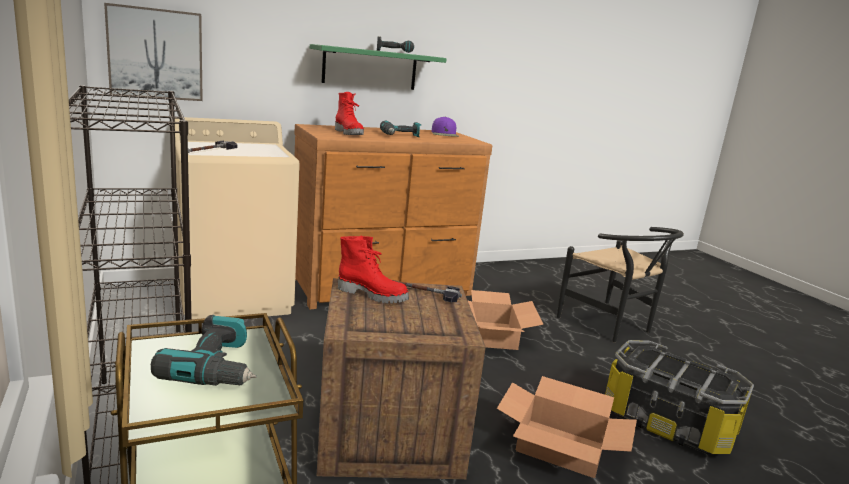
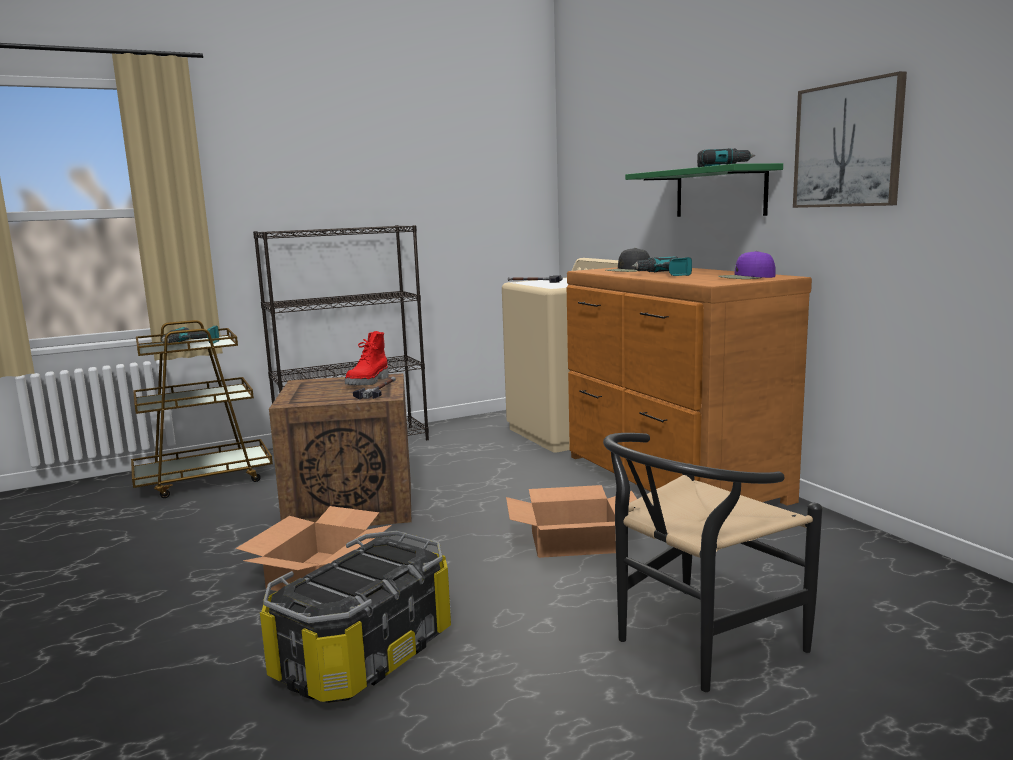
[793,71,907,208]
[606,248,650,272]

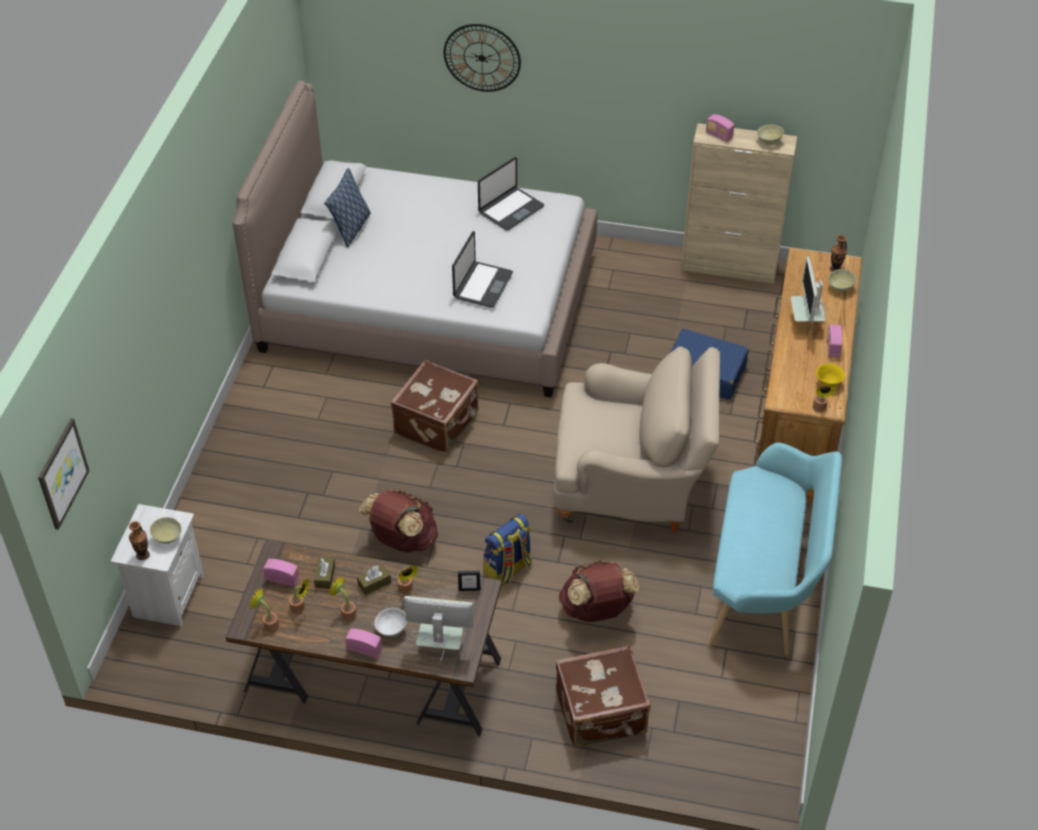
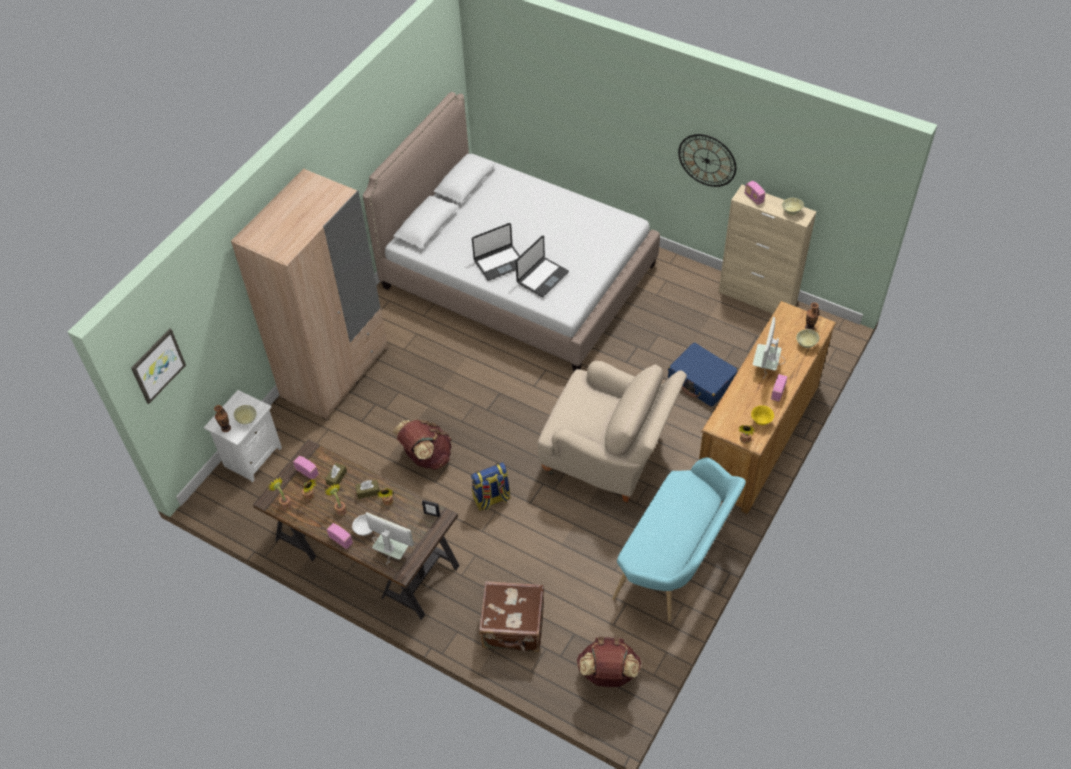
[678,134,736,187]
[472,223,520,281]
[324,168,371,247] (first image)
[391,360,479,453] (first image)
[577,637,641,687]
[231,168,388,420]

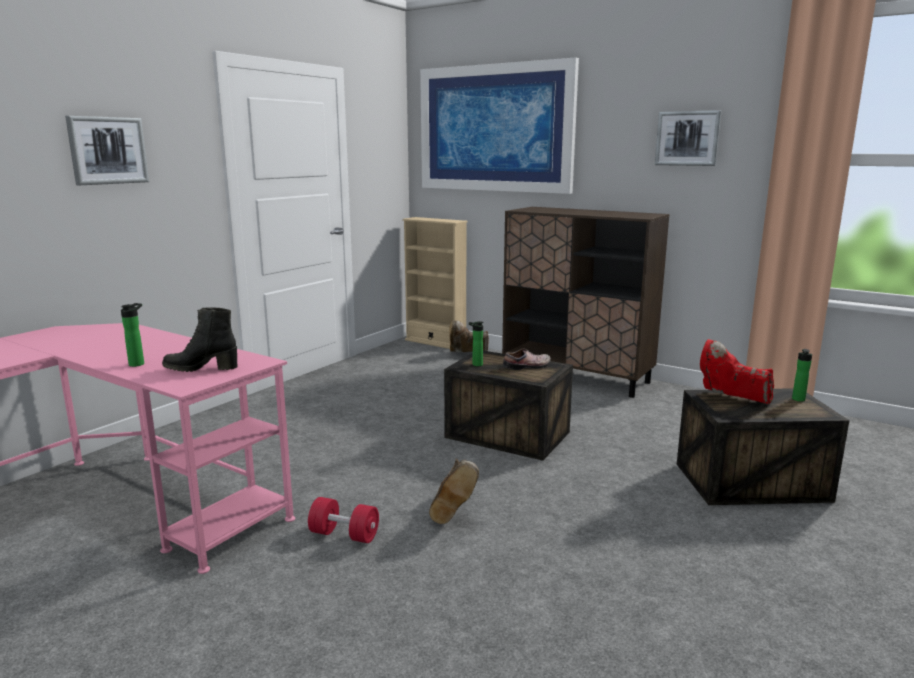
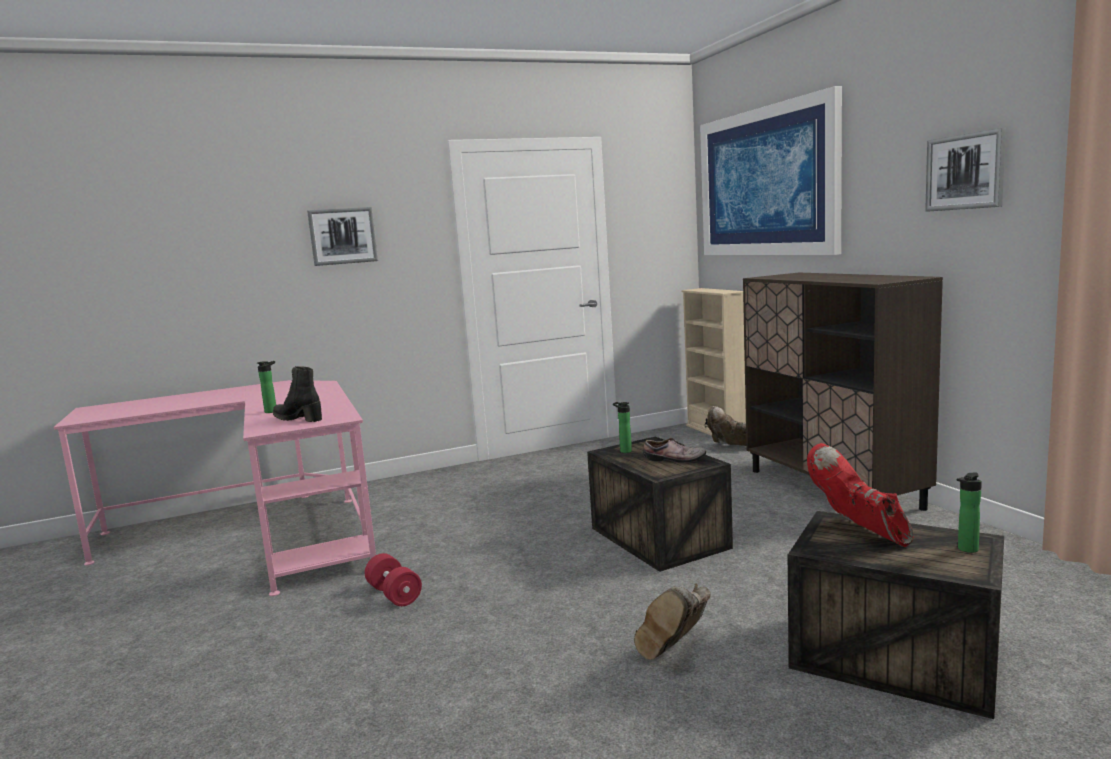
[634,583,710,660]

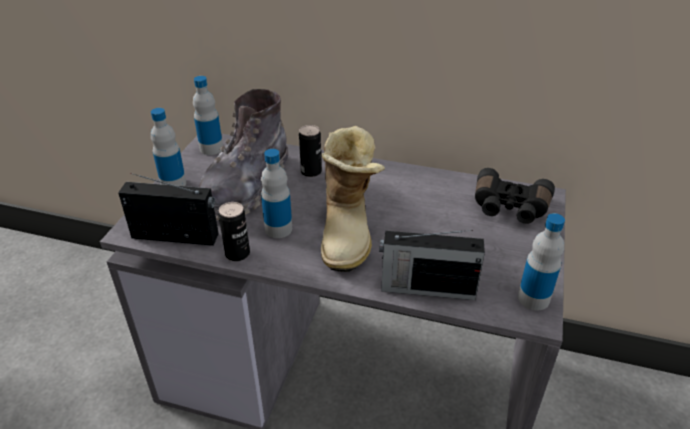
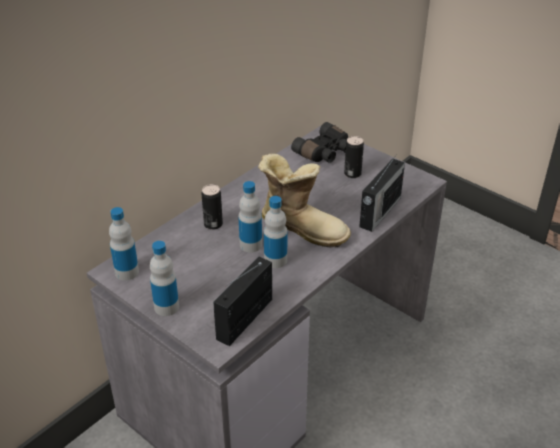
[199,89,289,220] (first image)
[344,136,364,178]
[239,181,262,253]

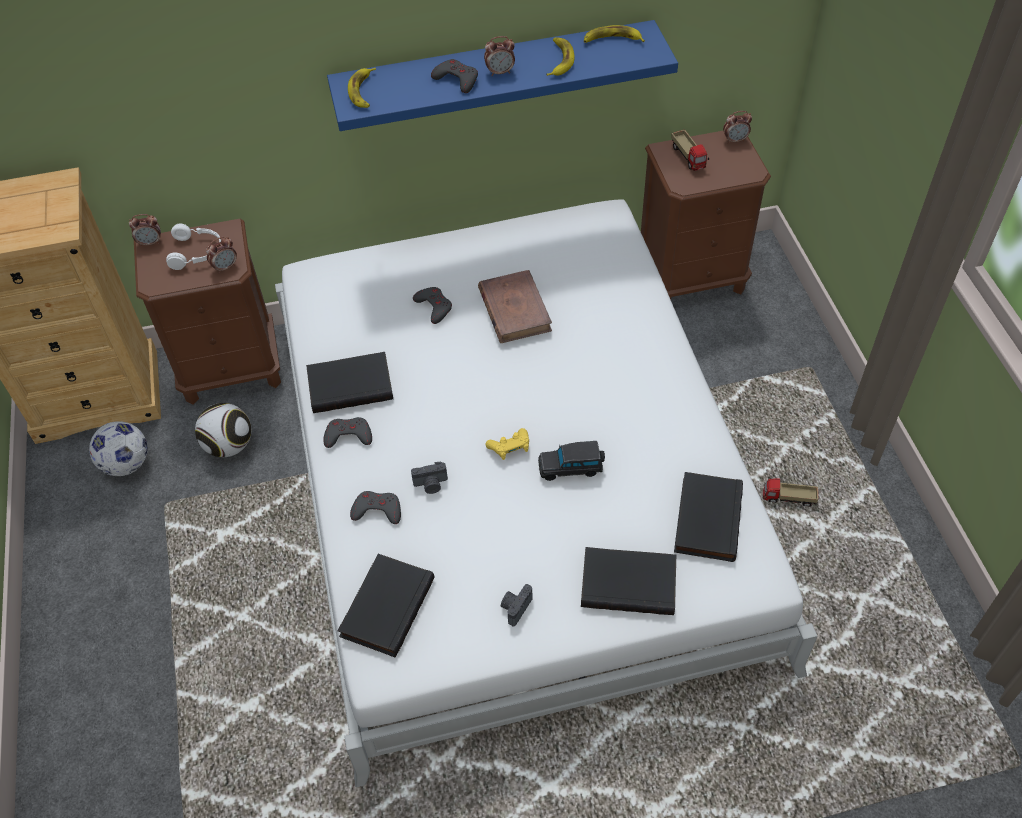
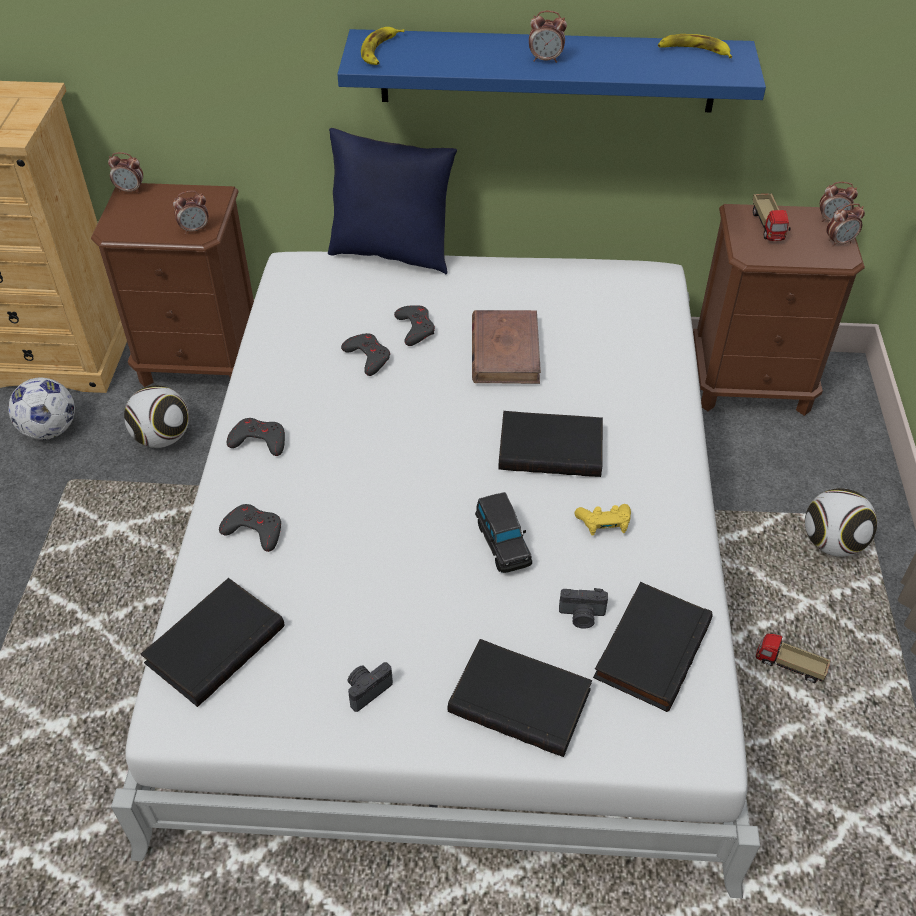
[547,38,575,76] (first image)
[341,333,390,376]
[166,224,221,270] (first image)
[498,411,603,477]
[574,504,631,536]
[475,492,532,573]
[559,588,608,629]
[328,128,457,274]
[826,203,865,247]
[805,488,877,557]

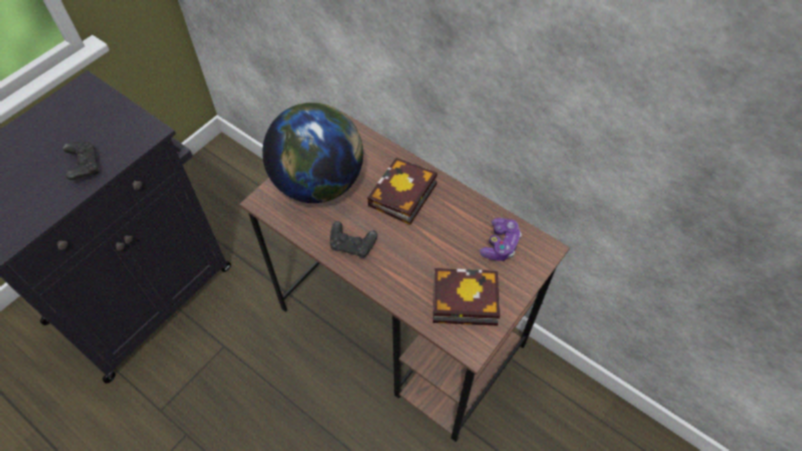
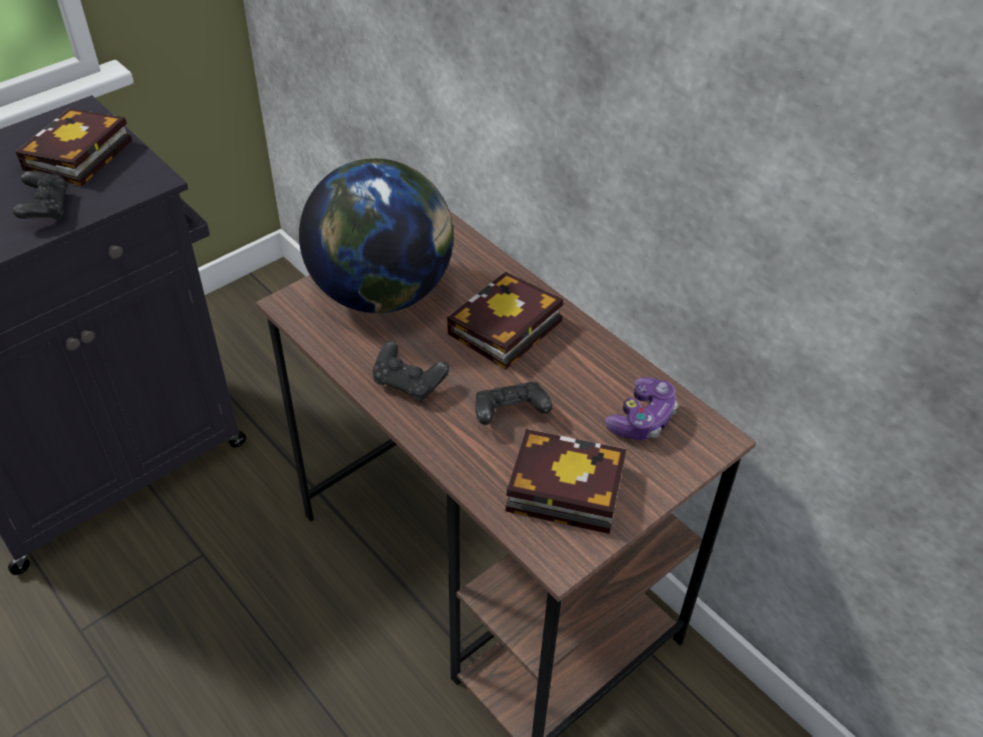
[16,108,132,186]
[475,382,553,425]

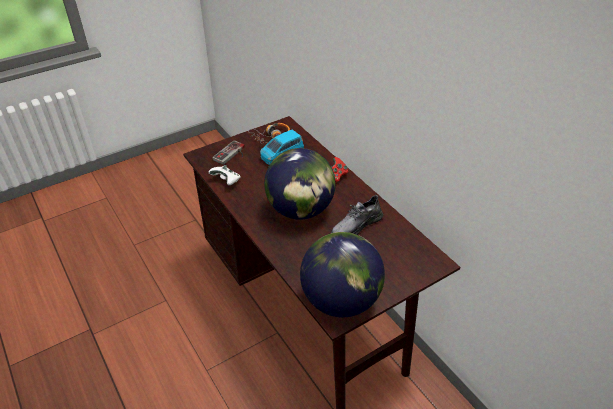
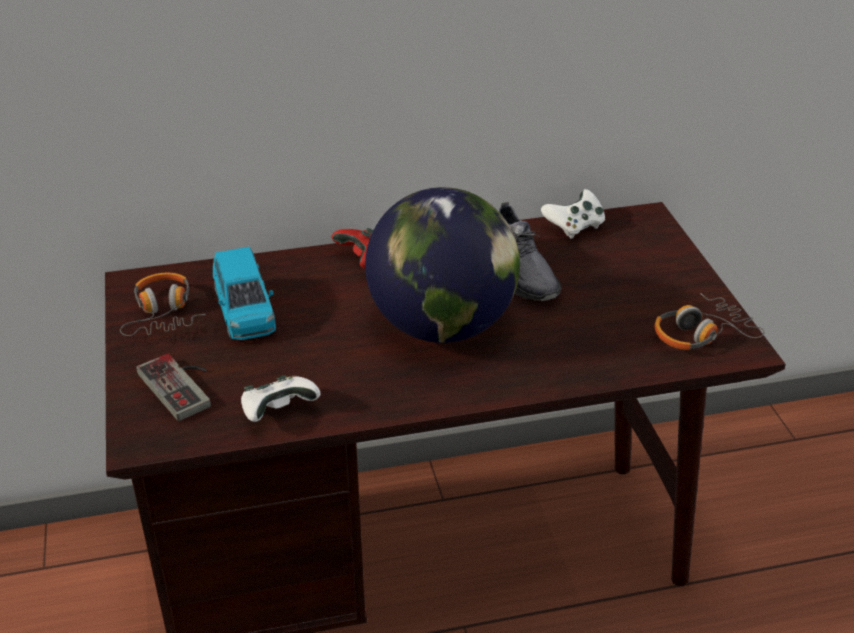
[654,293,764,350]
[541,189,605,239]

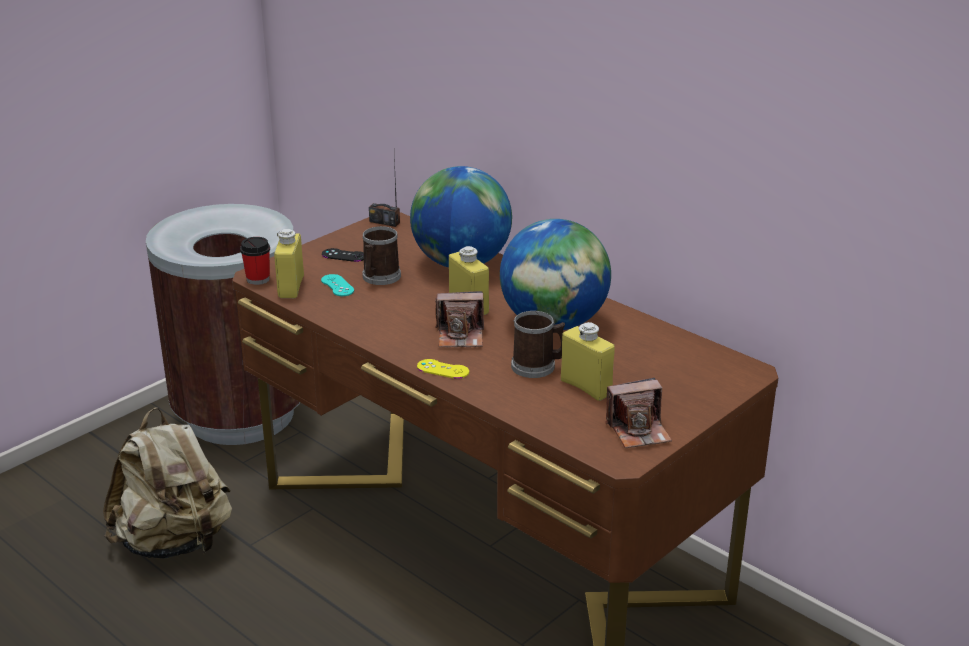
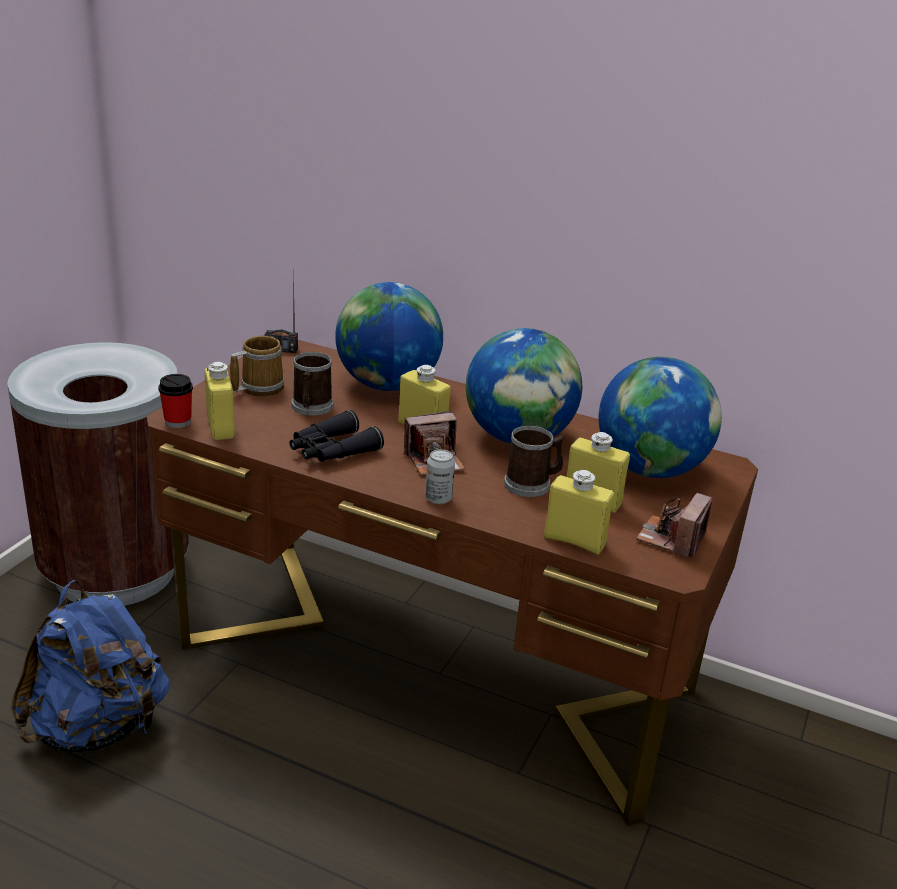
[230,336,284,397]
[321,274,354,296] (first image)
[425,449,455,504]
[636,493,713,559]
[11,580,170,752]
[599,357,722,478]
[290,410,384,462]
[544,470,614,555]

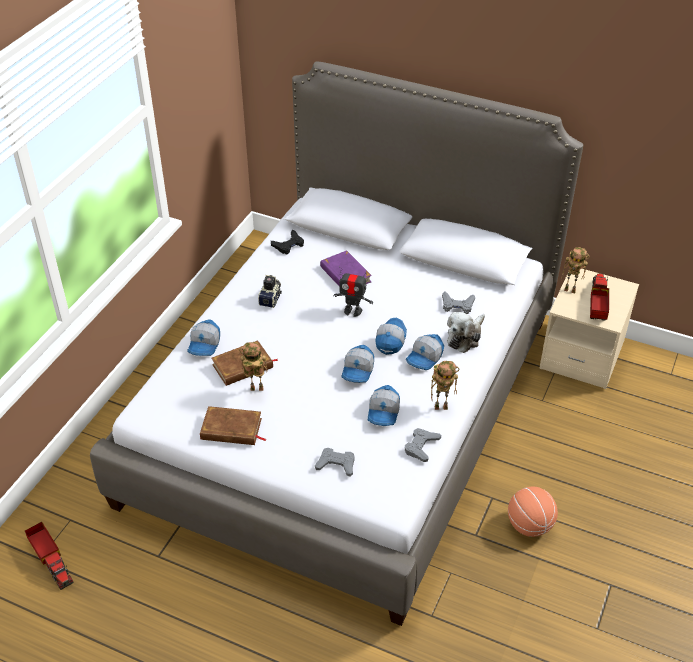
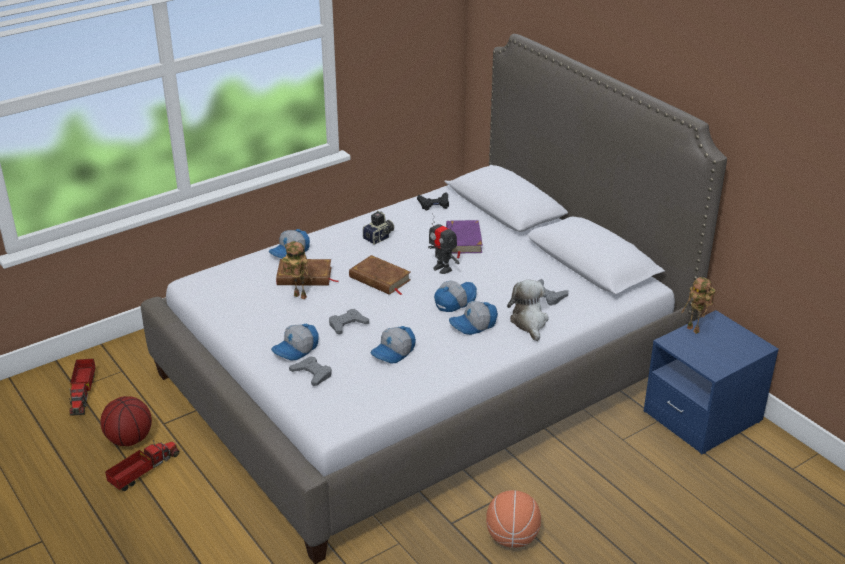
[644,310,779,454]
[105,440,180,491]
[507,280,549,341]
[271,324,319,360]
[431,361,459,410] (first image)
[349,255,411,295]
[329,309,369,335]
[100,396,152,446]

